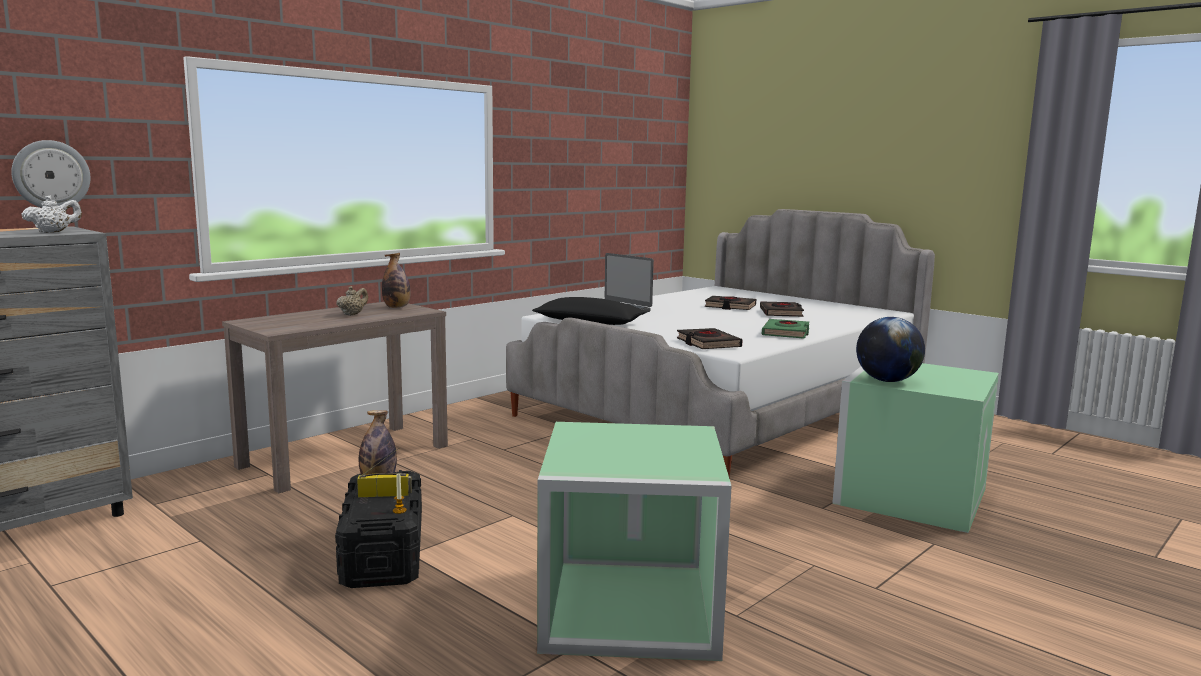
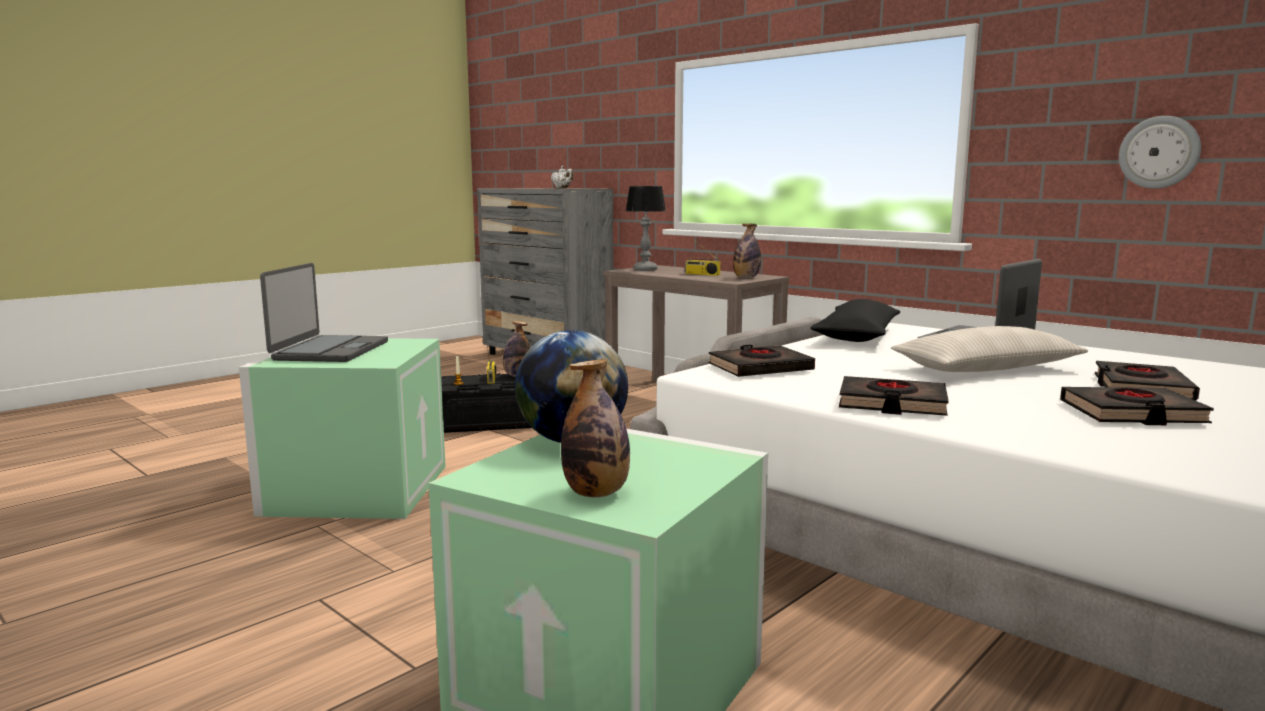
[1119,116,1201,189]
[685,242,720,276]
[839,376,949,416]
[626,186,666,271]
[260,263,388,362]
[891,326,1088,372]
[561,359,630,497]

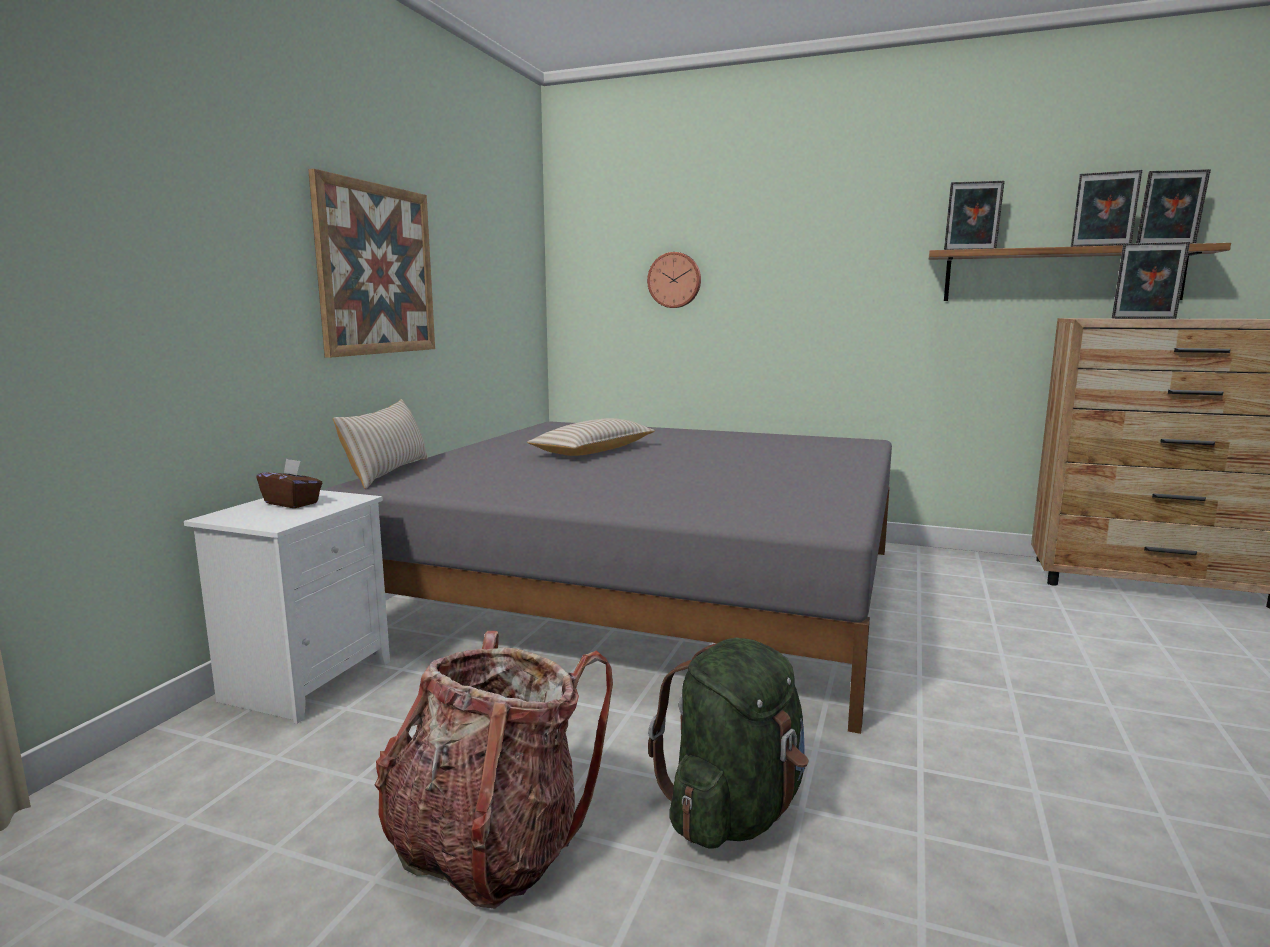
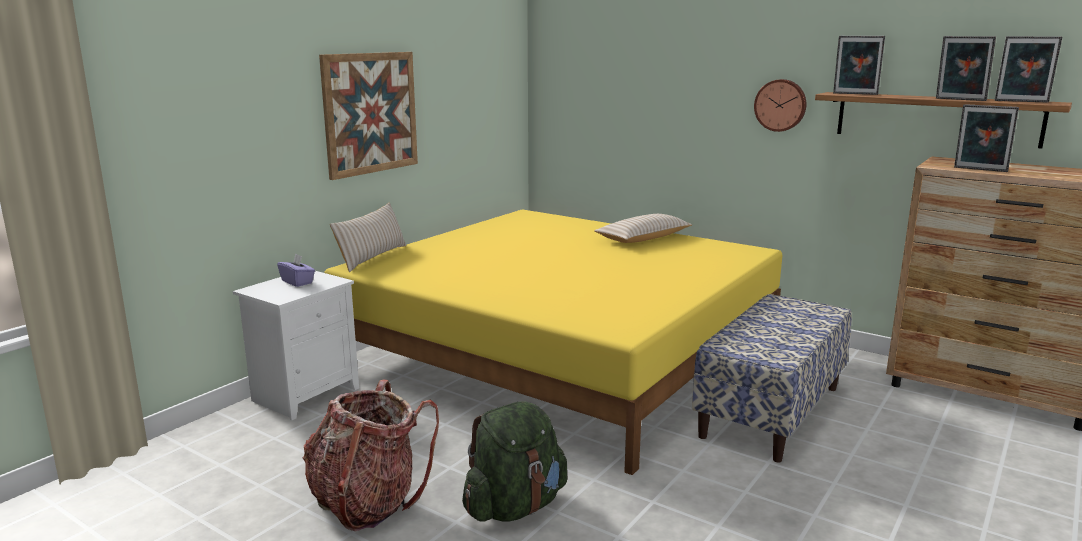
[754,79,806,132]
[594,214,692,243]
[324,209,782,475]
[277,253,315,287]
[692,294,852,462]

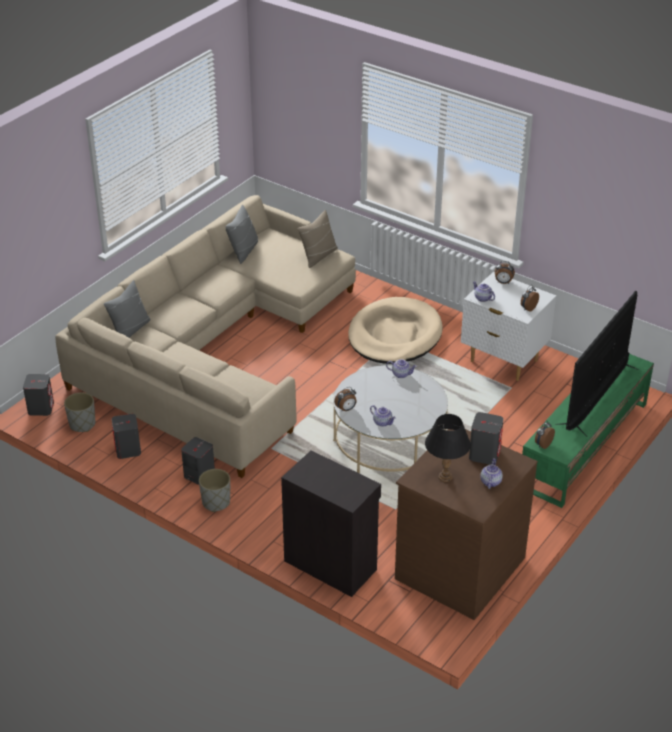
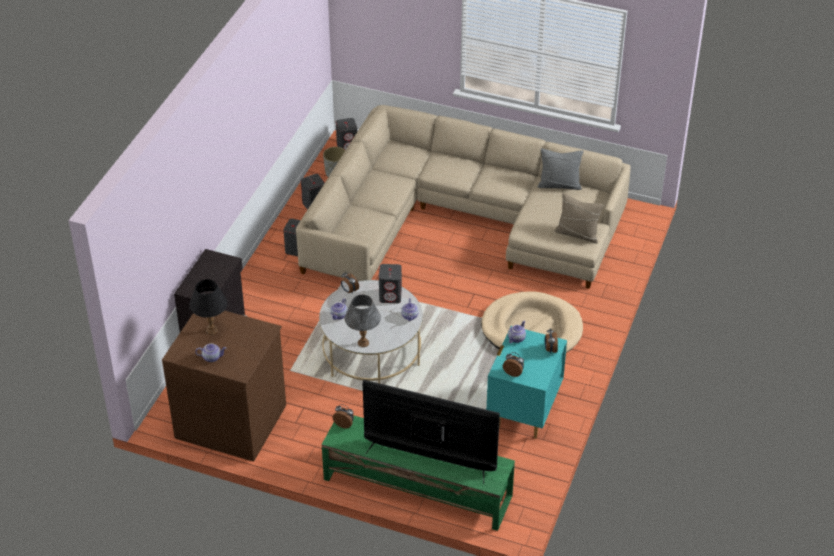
[486,326,567,438]
[104,280,151,338] (first image)
[379,264,402,303]
[199,469,230,512] (first image)
[345,295,381,347]

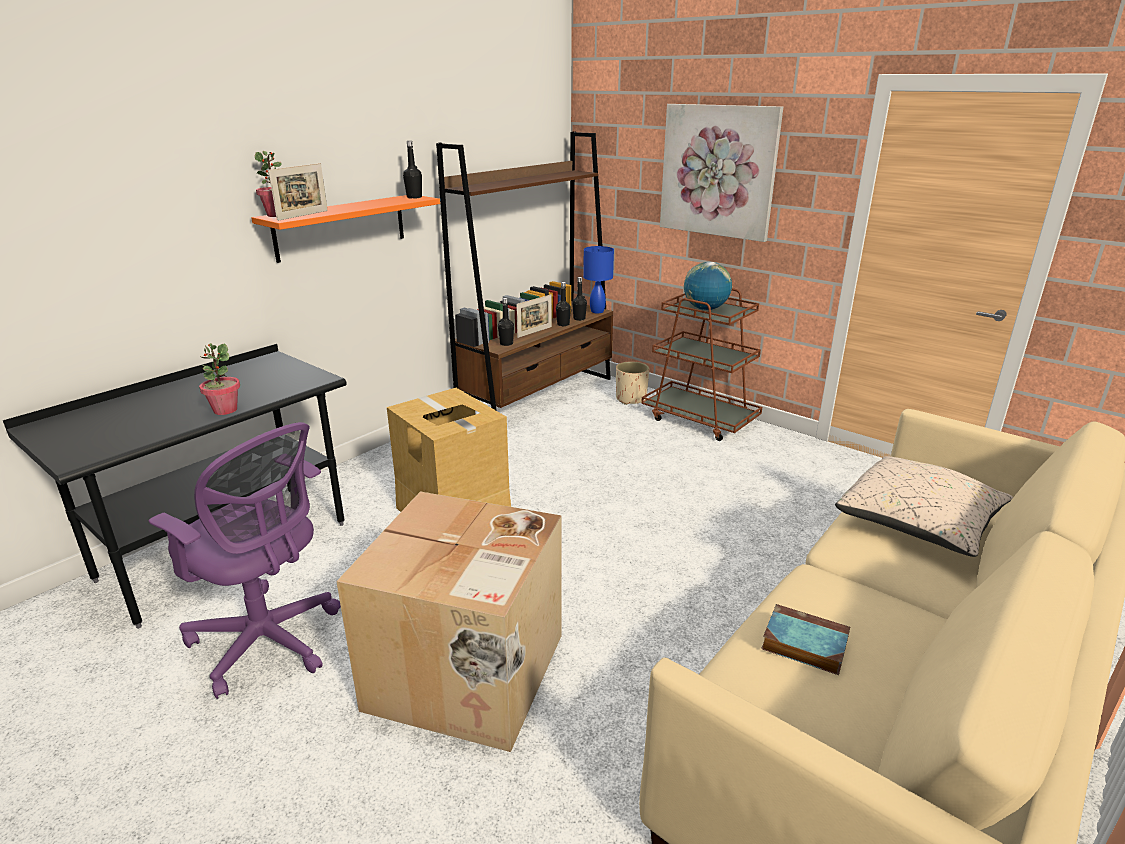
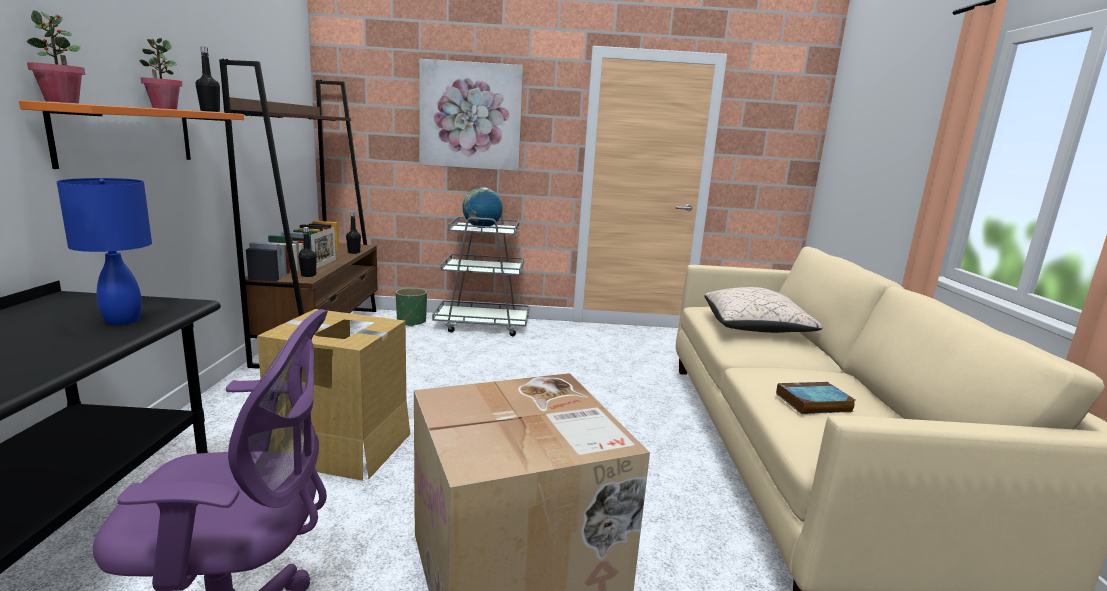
[268,163,328,221] (first image)
[57,178,152,325]
[556,282,571,326] (first image)
[432,215,529,336]
[139,38,182,109]
[396,288,427,327]

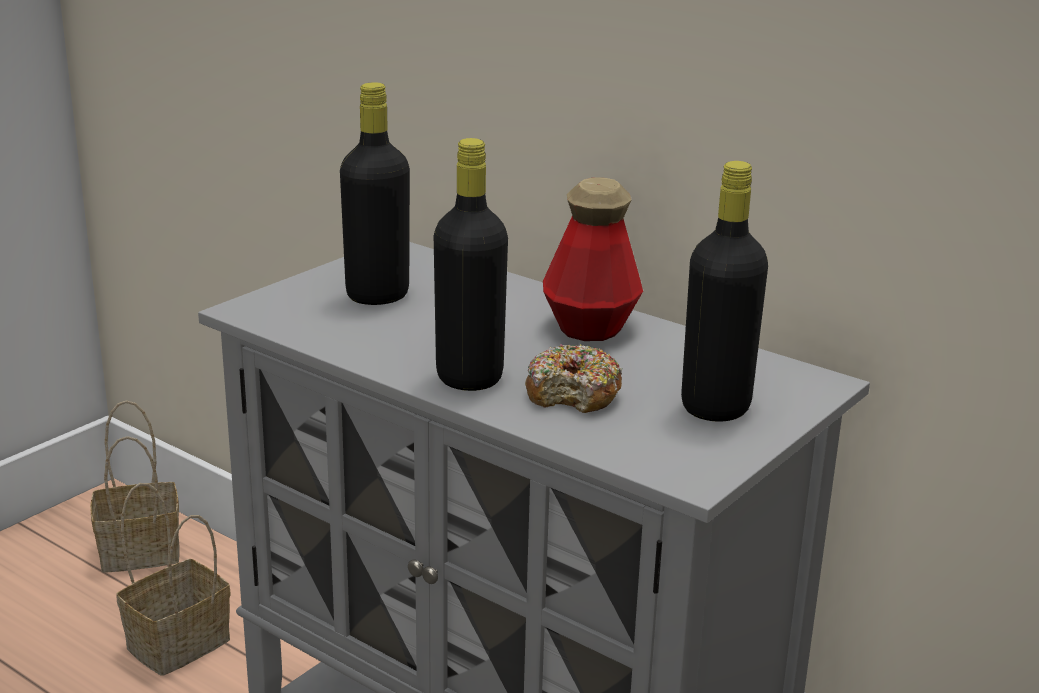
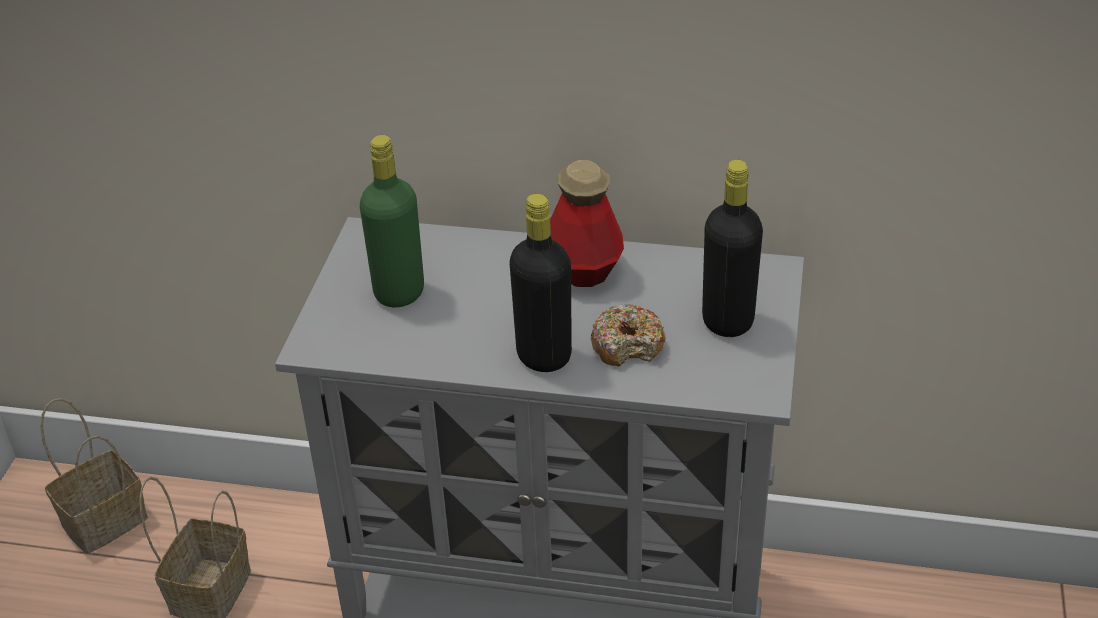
[360,135,424,307]

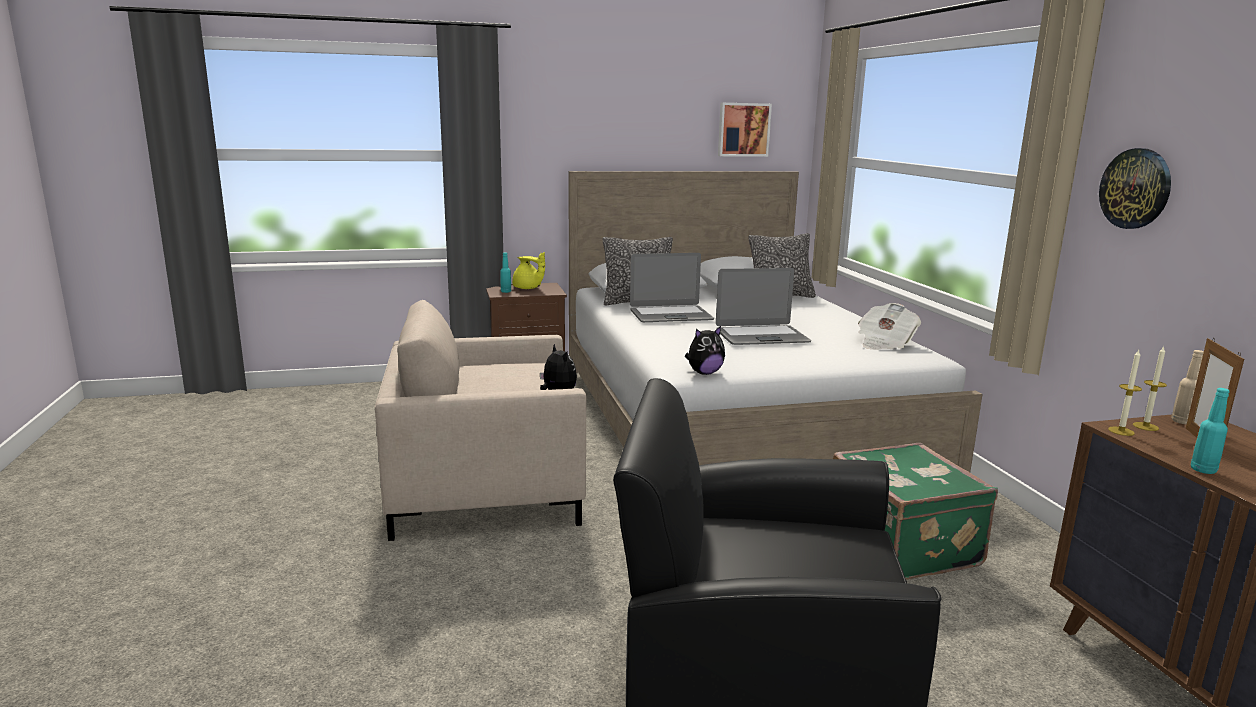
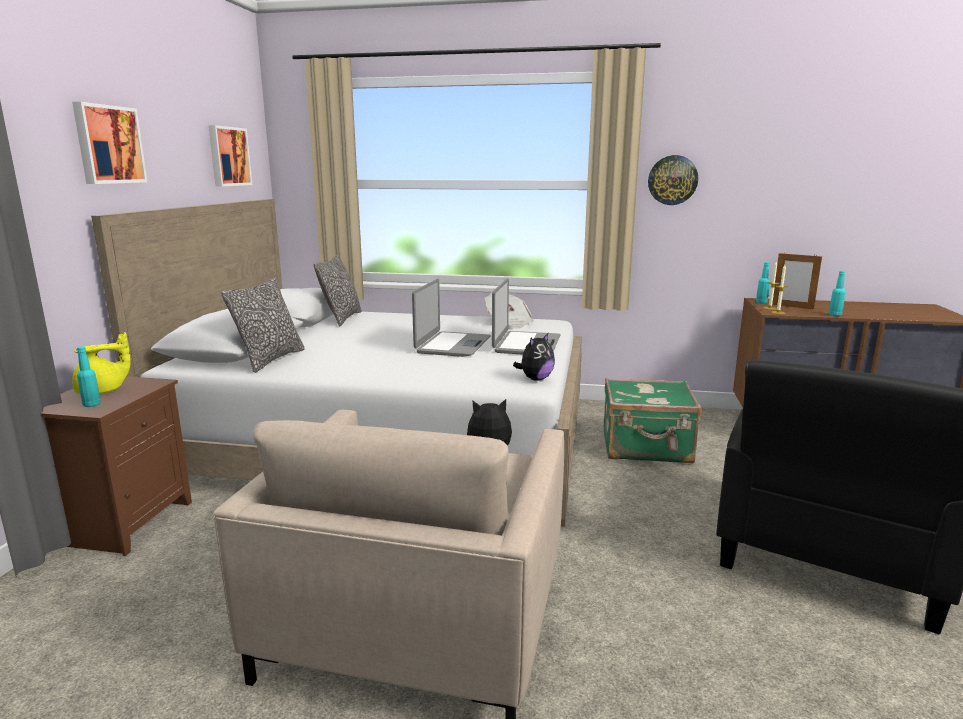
[492,278,560,355]
[513,333,555,381]
[756,262,770,304]
[72,102,147,184]

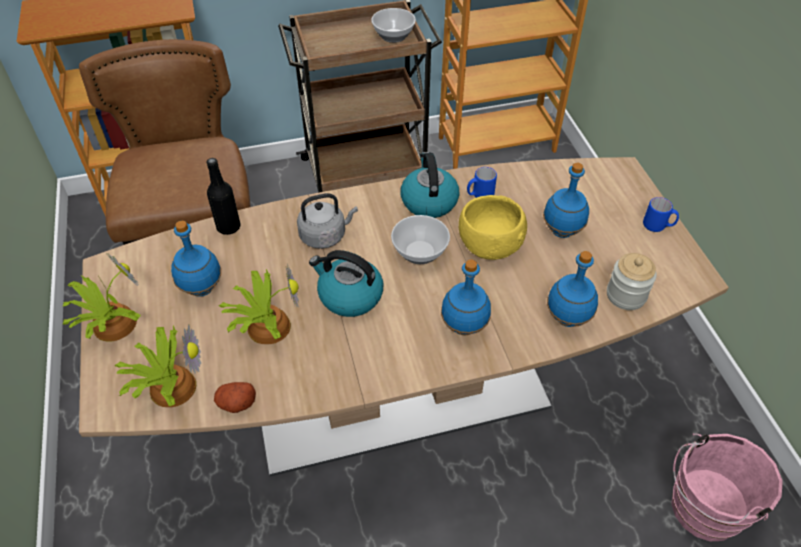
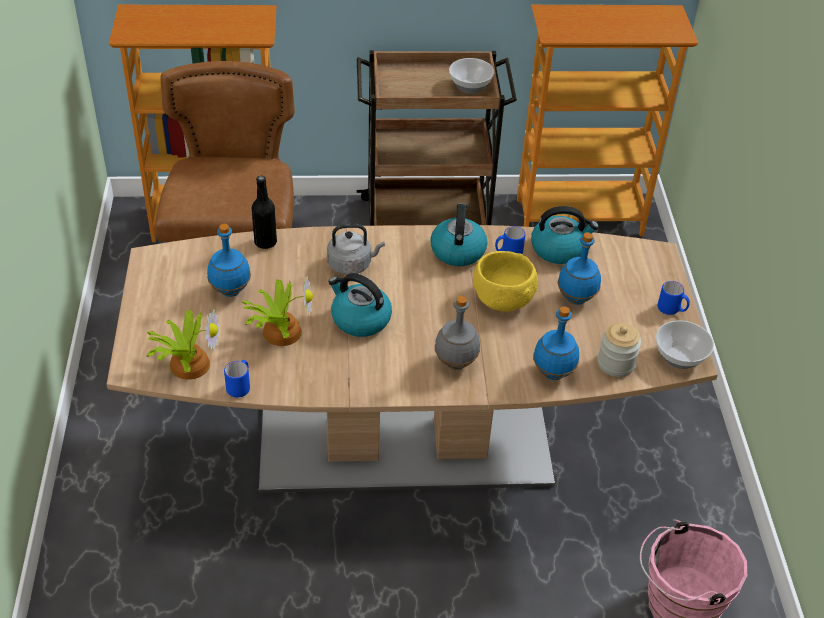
[656,320,714,369]
[62,253,141,342] (first image)
[435,296,480,370]
[224,360,250,398]
[531,206,599,264]

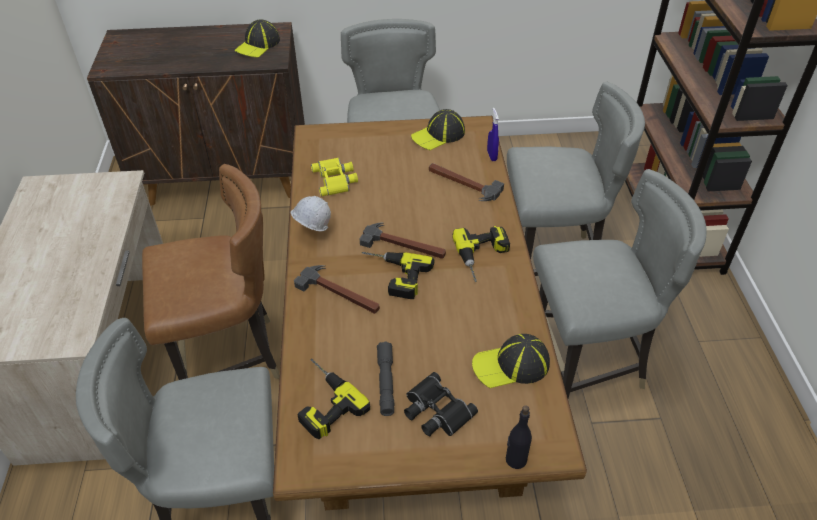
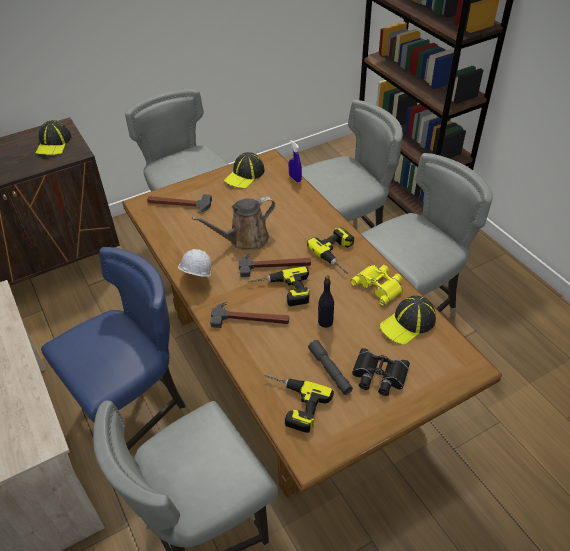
[351,265,403,306]
[147,194,212,213]
[41,247,189,450]
[318,275,334,328]
[192,196,275,250]

